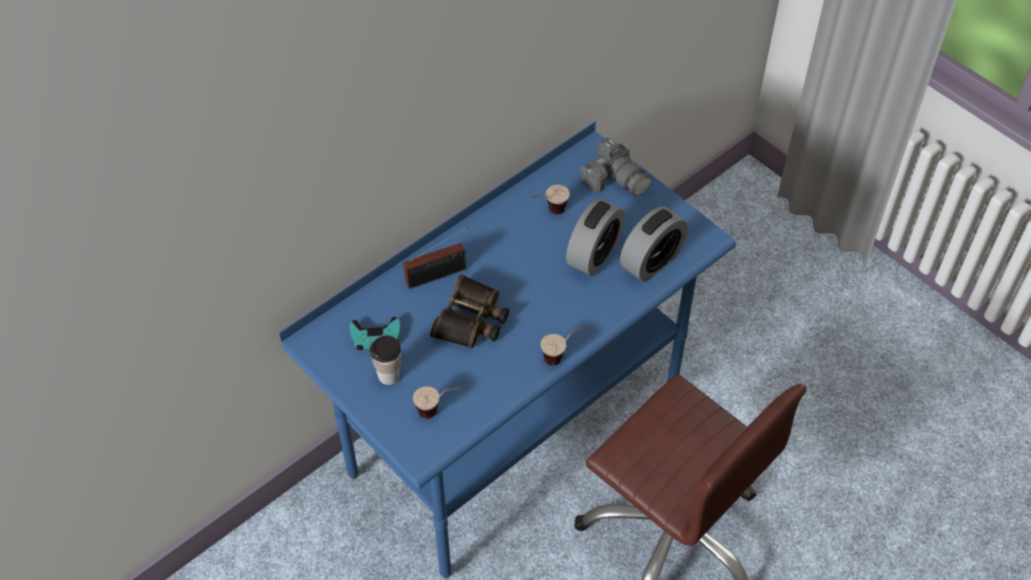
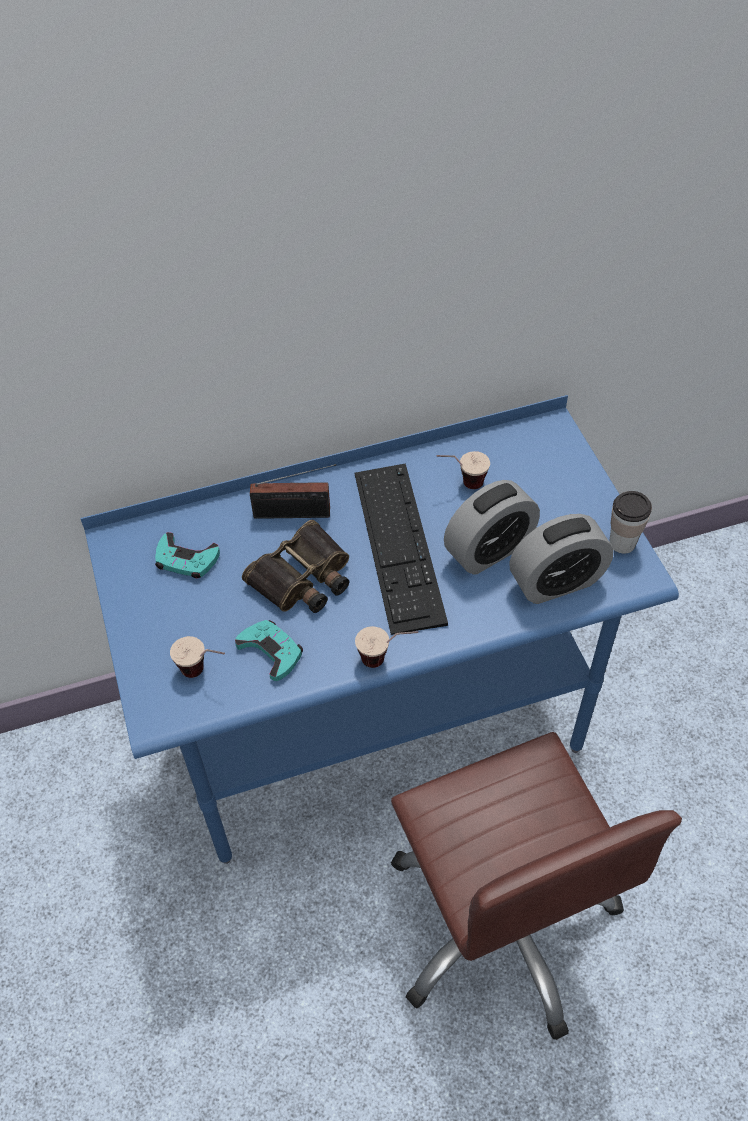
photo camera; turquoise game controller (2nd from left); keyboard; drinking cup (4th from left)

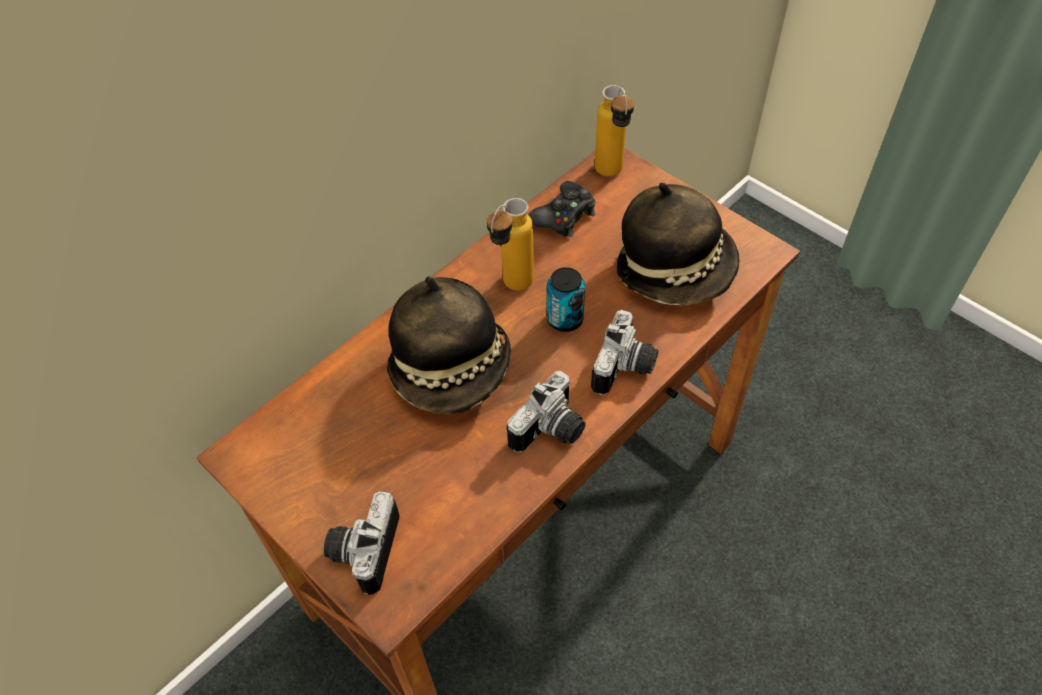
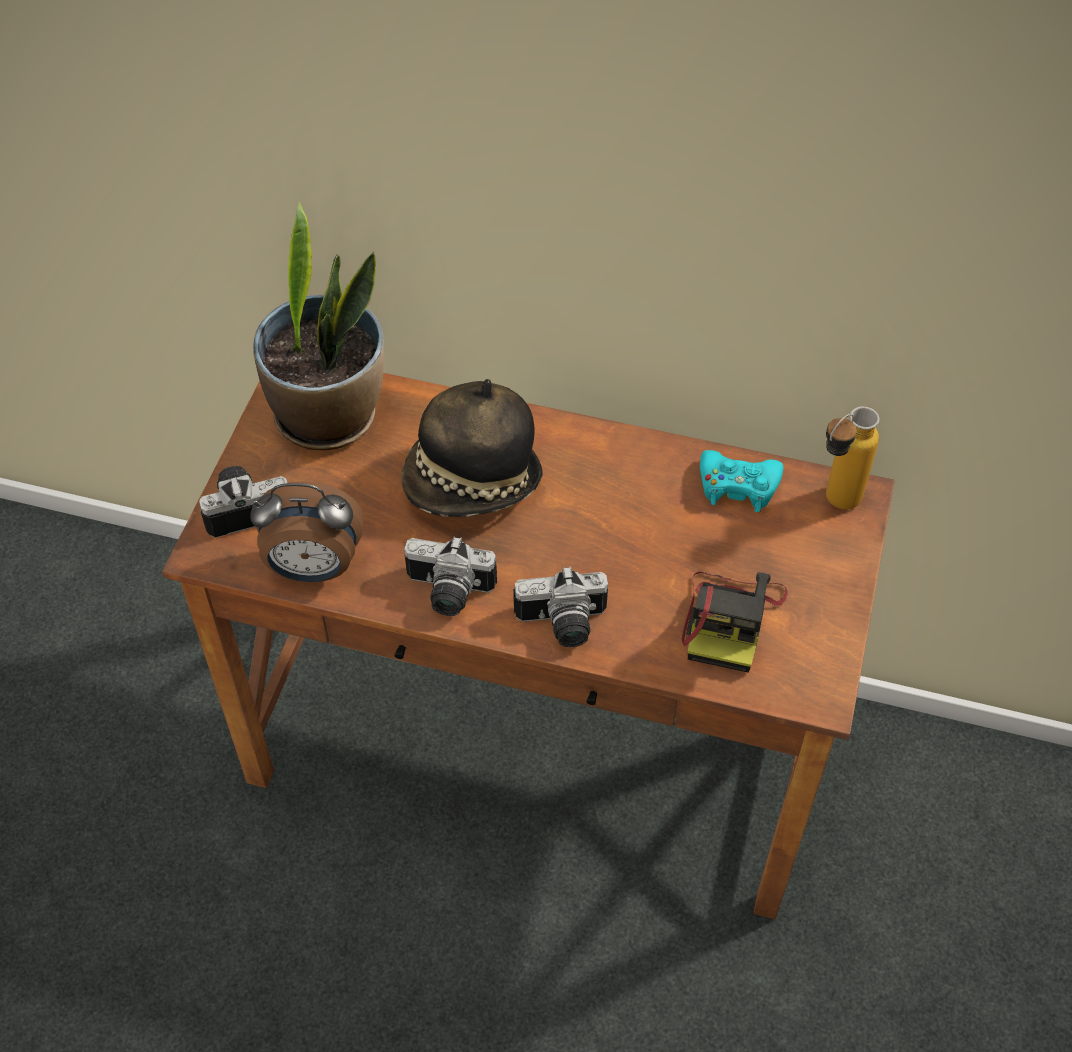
beverage bottle (1st from left in the first image); can; table clock; plant in a pot; photo camera (4th from left); turquoise game controller

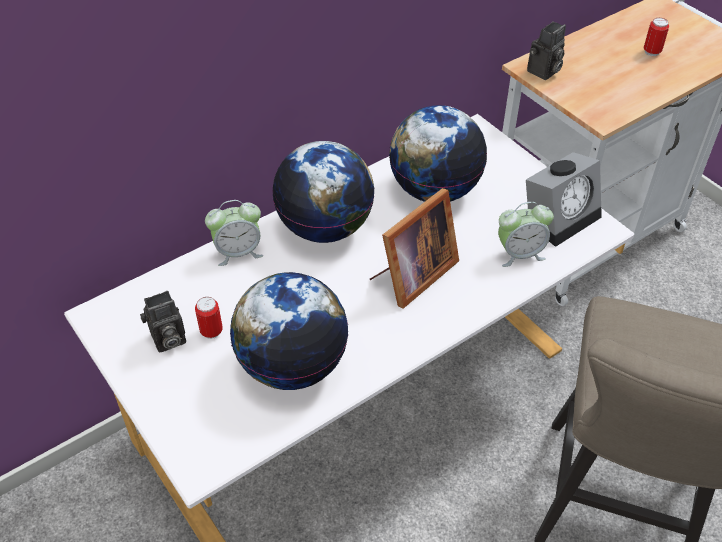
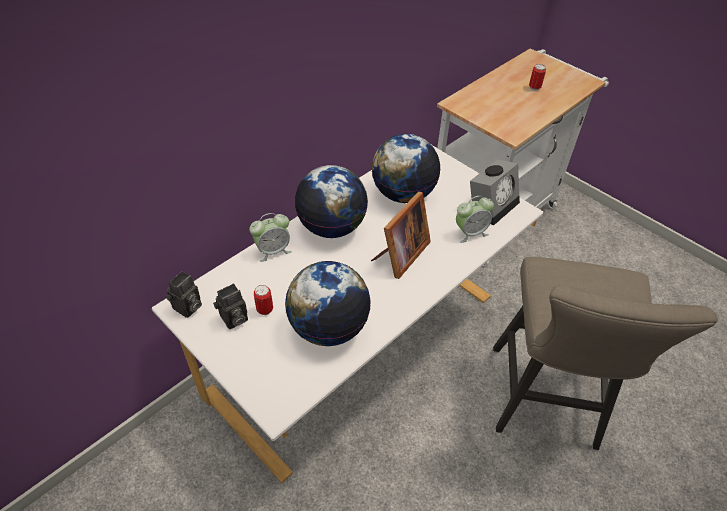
photo camera (1st from left)

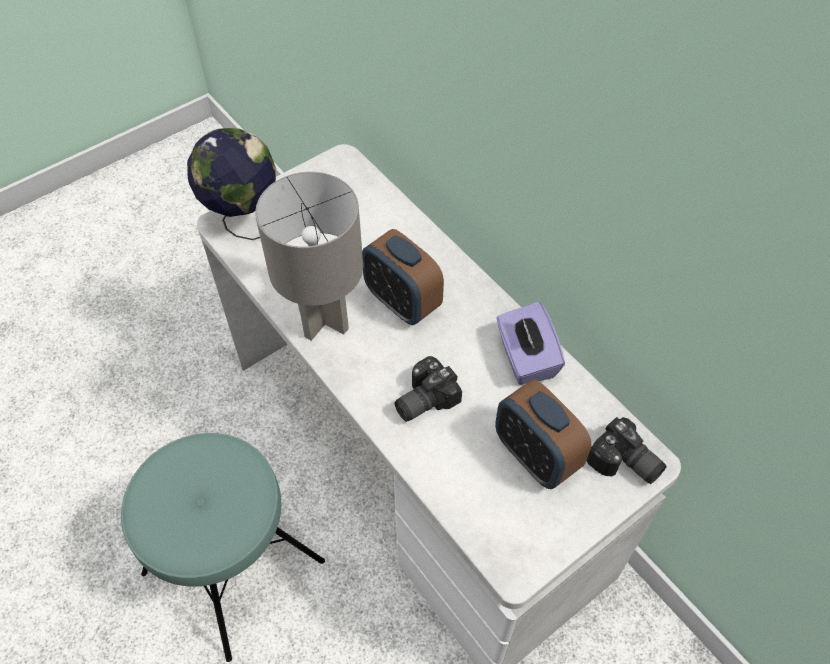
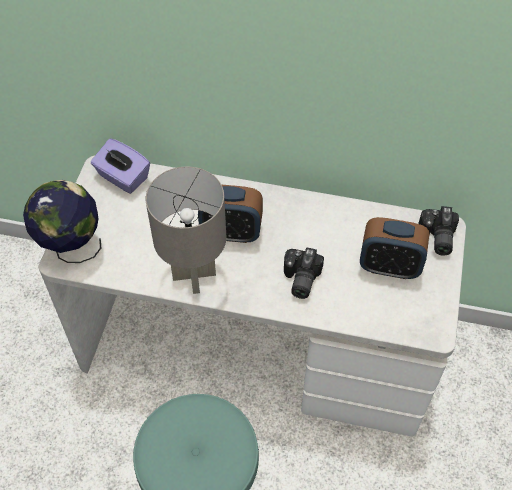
purple-coloured tissue box; photo camera (2nd from left)

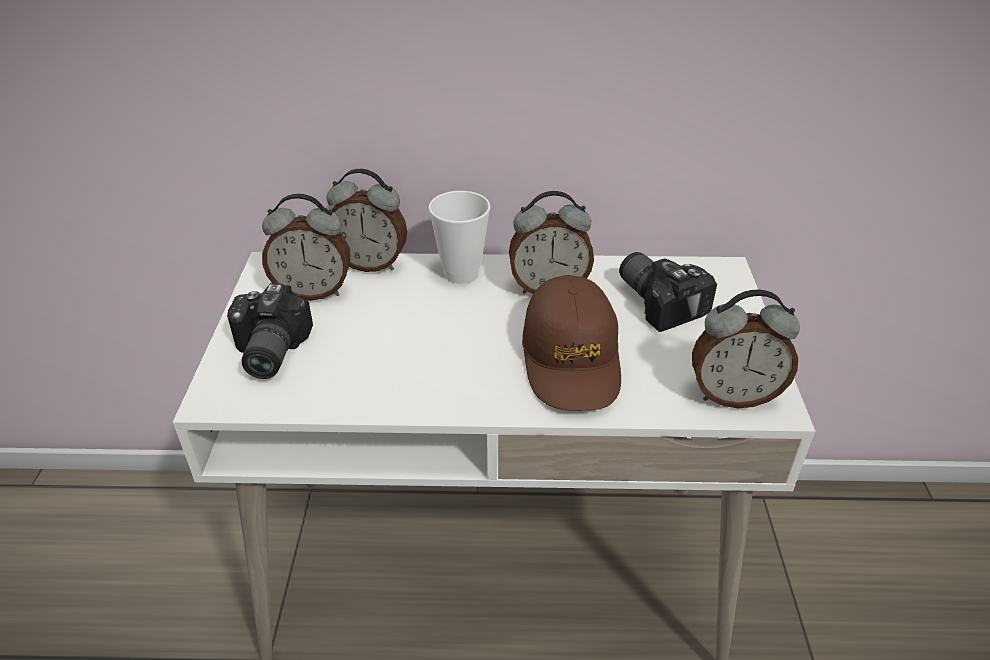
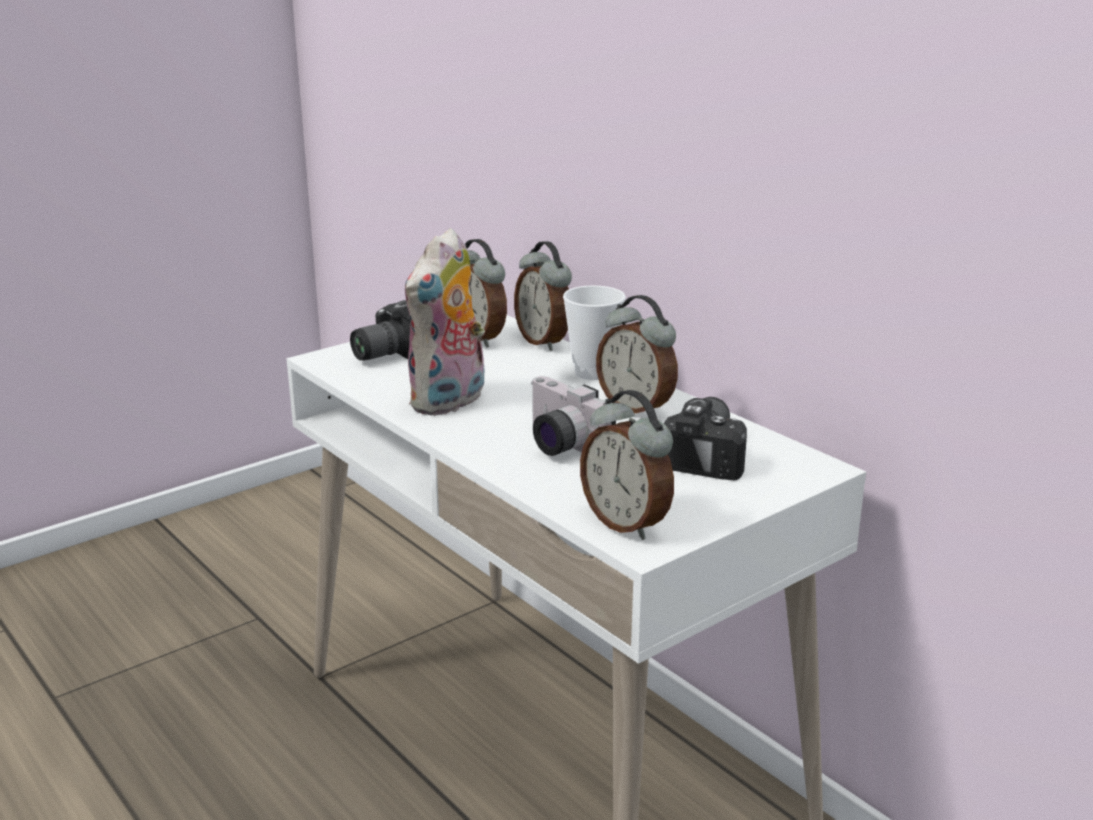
cuddly toy; photo camera (2nd from left)

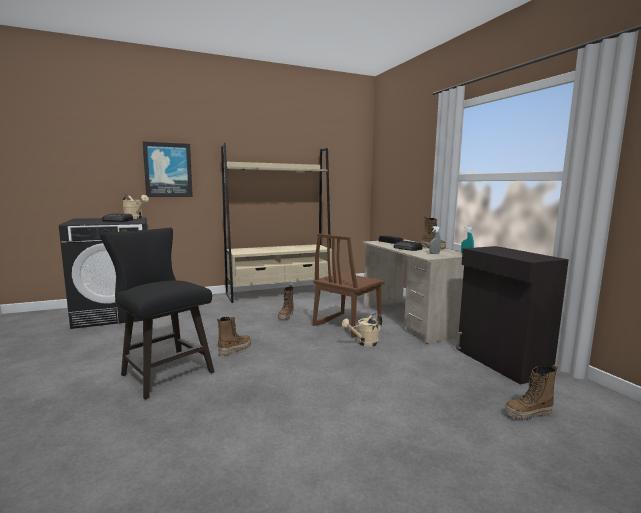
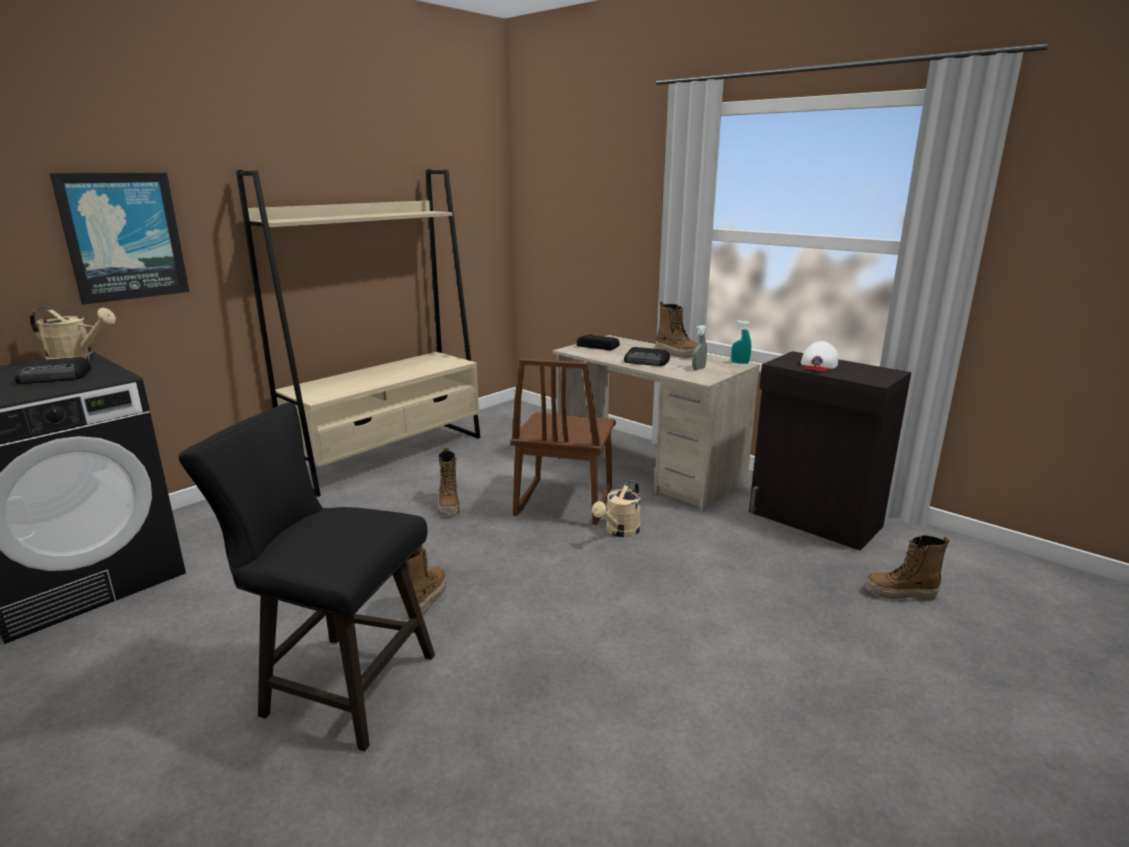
white baseball cap; boot (4th from left)

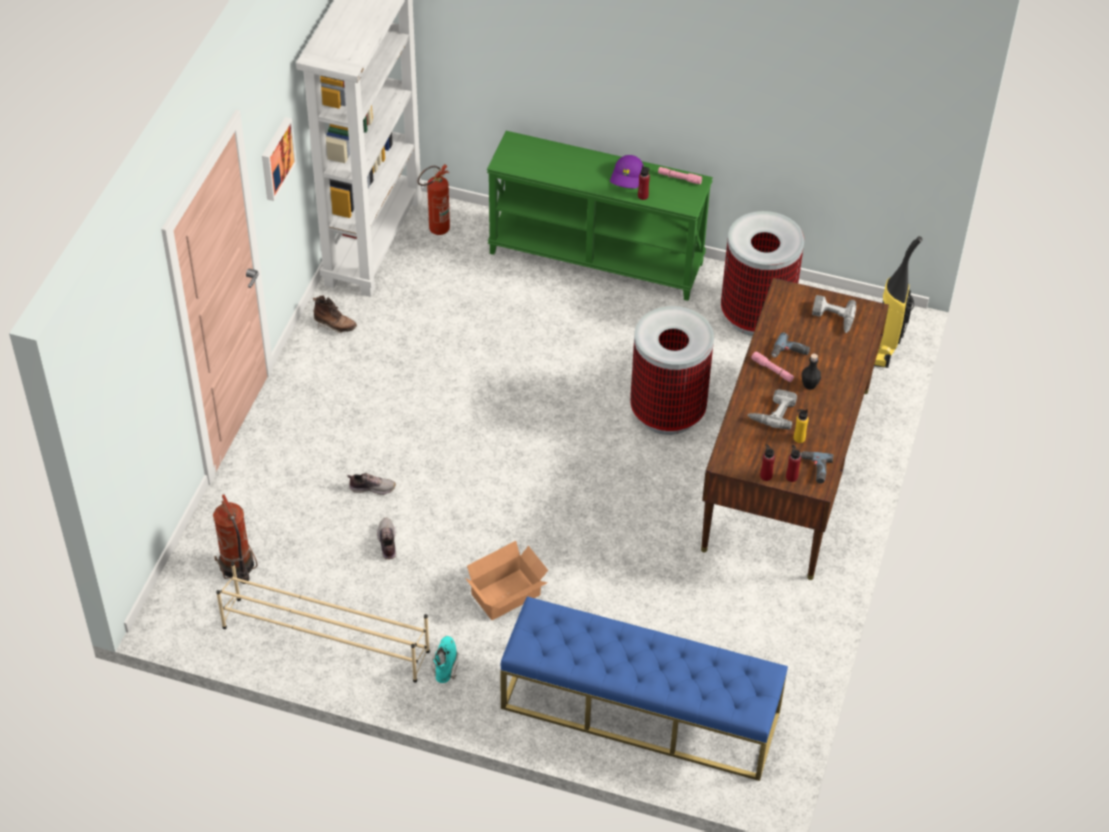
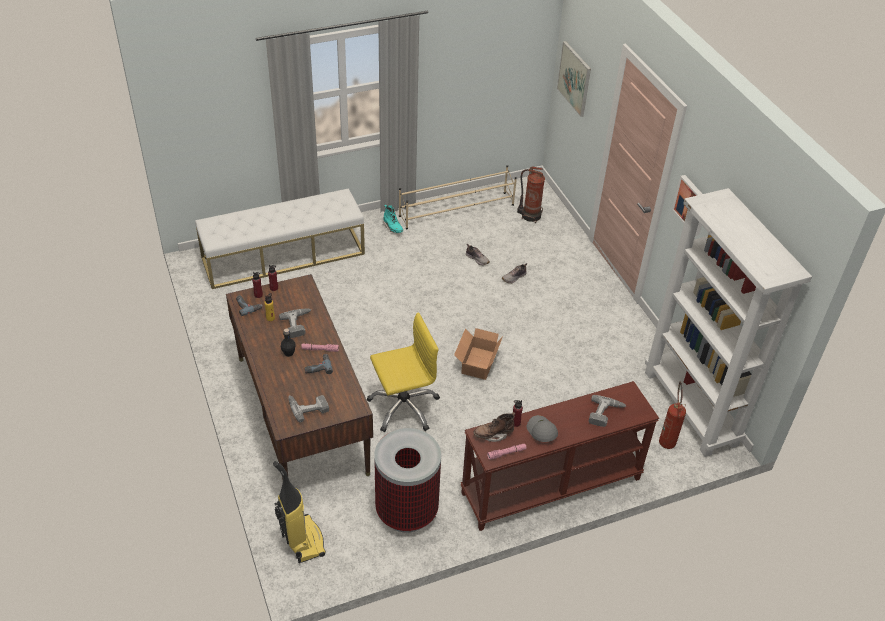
picture (1st from left); power drill (5th from left); brown-coloured boot; cardboard box; yellow-coloured computer chair; brown-coloured console table; white bench; greyish baseball cap

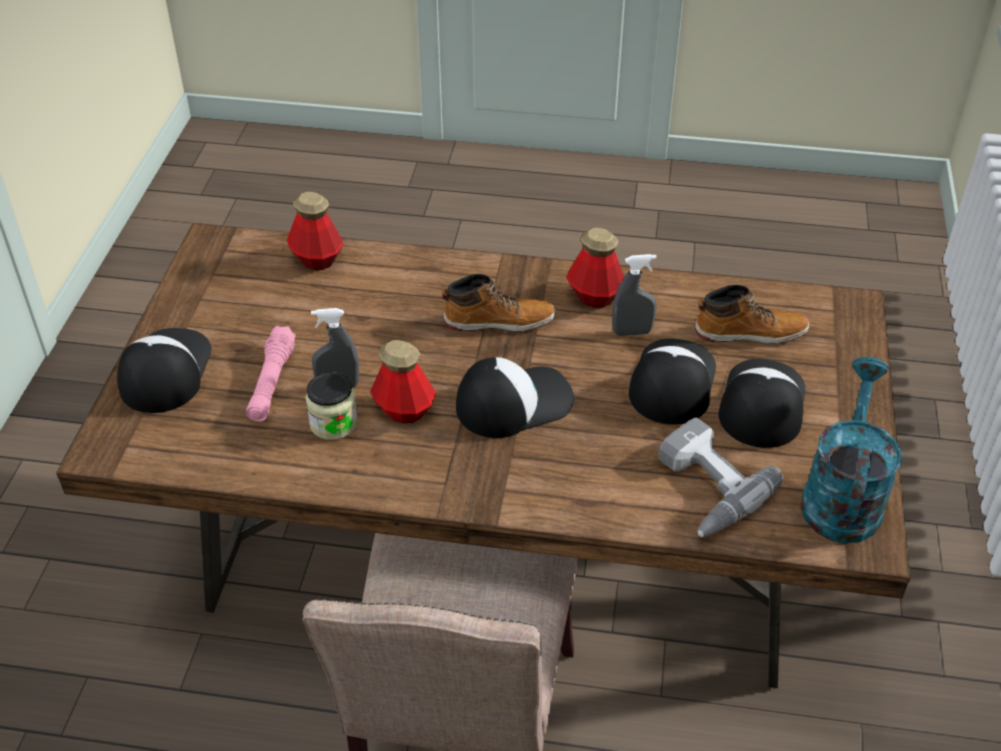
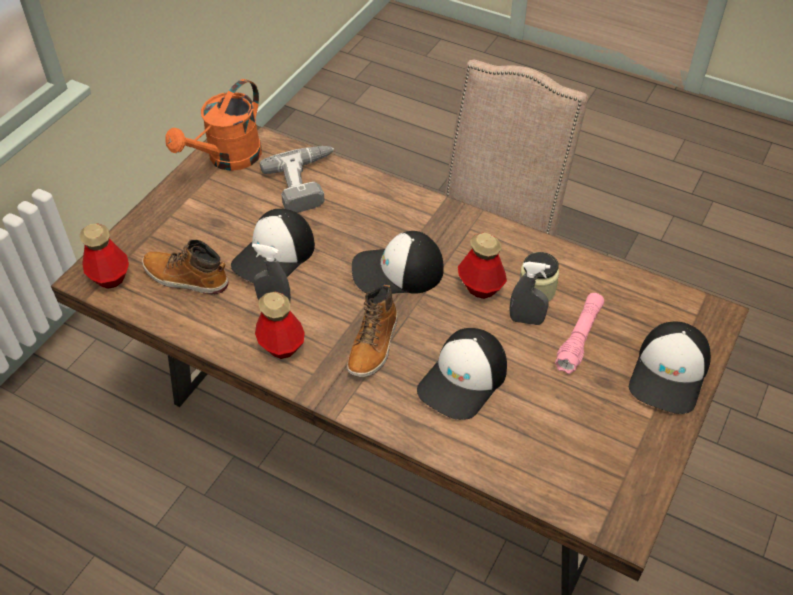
beverage bottle (1st from left); baseball cap (3rd from left); orange-coloured watering can; boot (2nd from left)

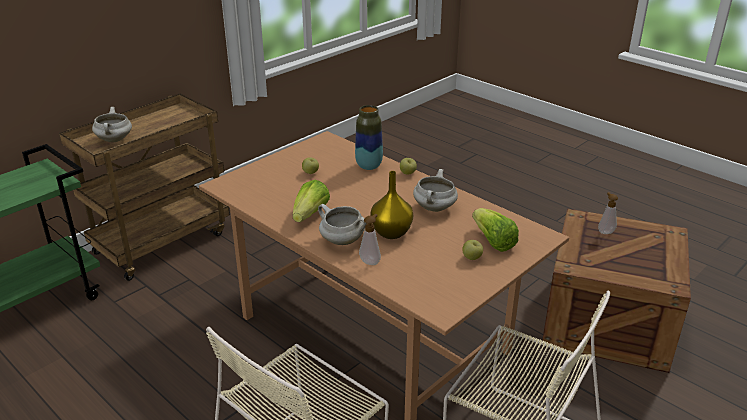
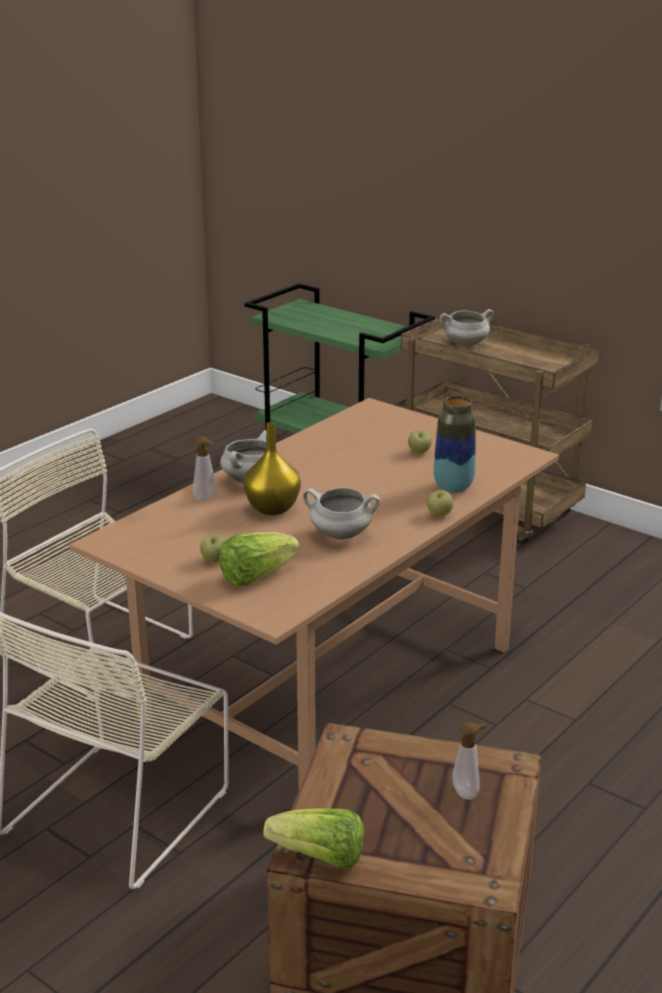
lettuce head (2nd from left)

